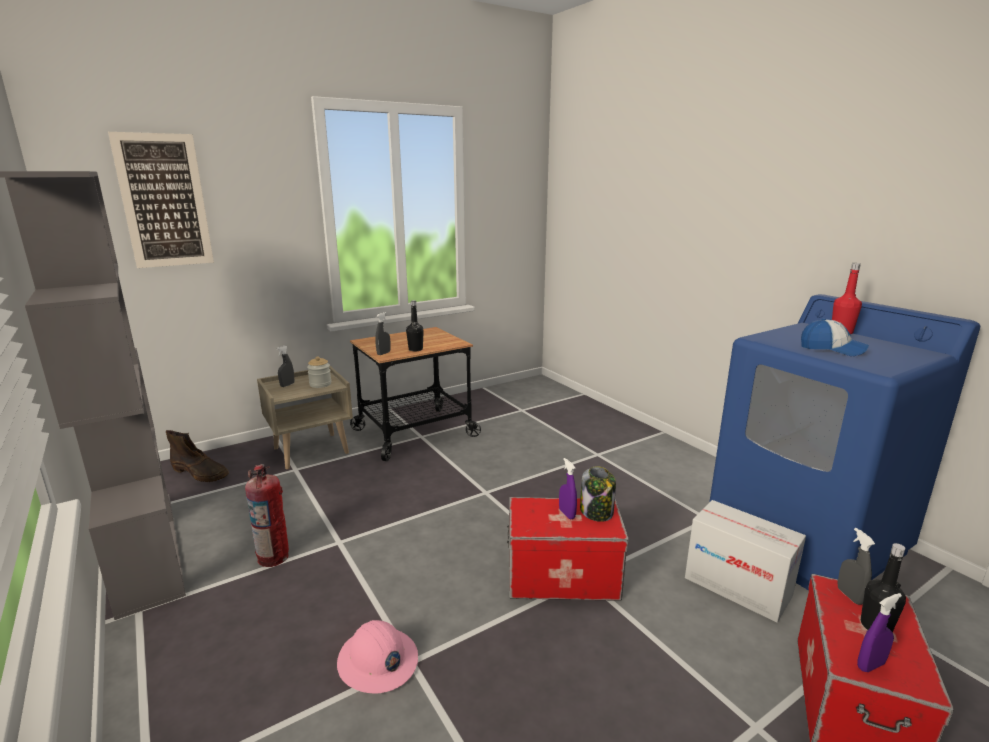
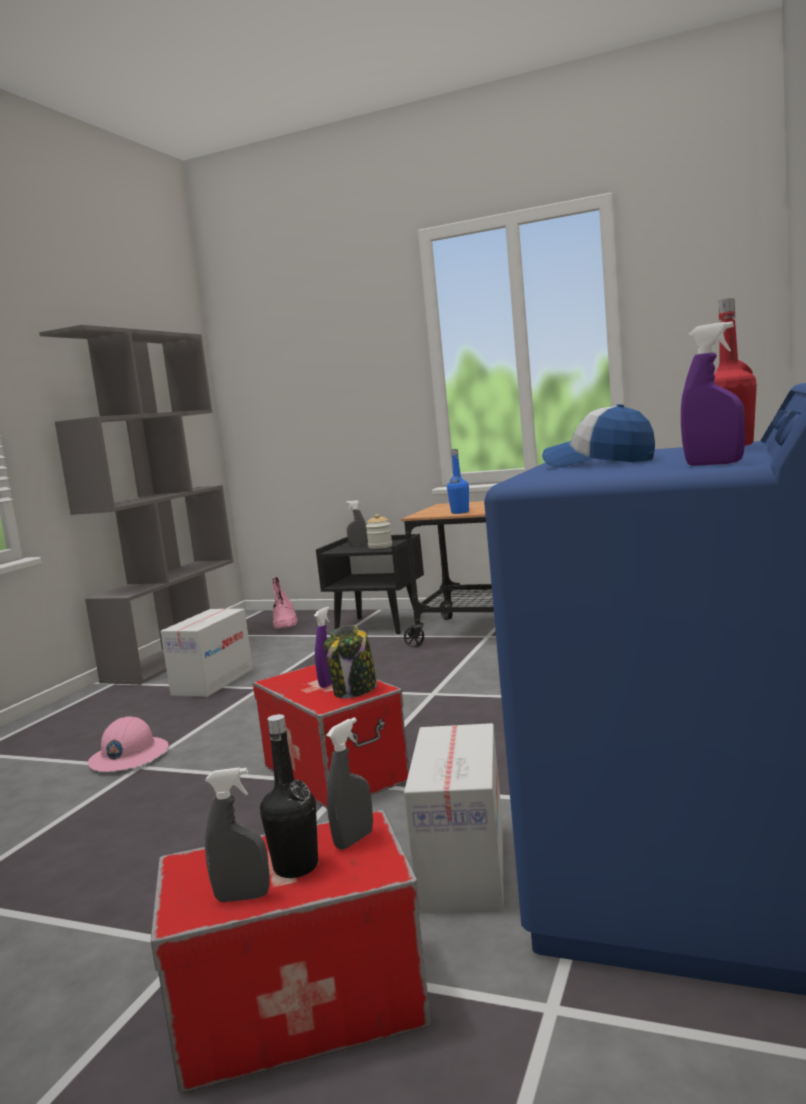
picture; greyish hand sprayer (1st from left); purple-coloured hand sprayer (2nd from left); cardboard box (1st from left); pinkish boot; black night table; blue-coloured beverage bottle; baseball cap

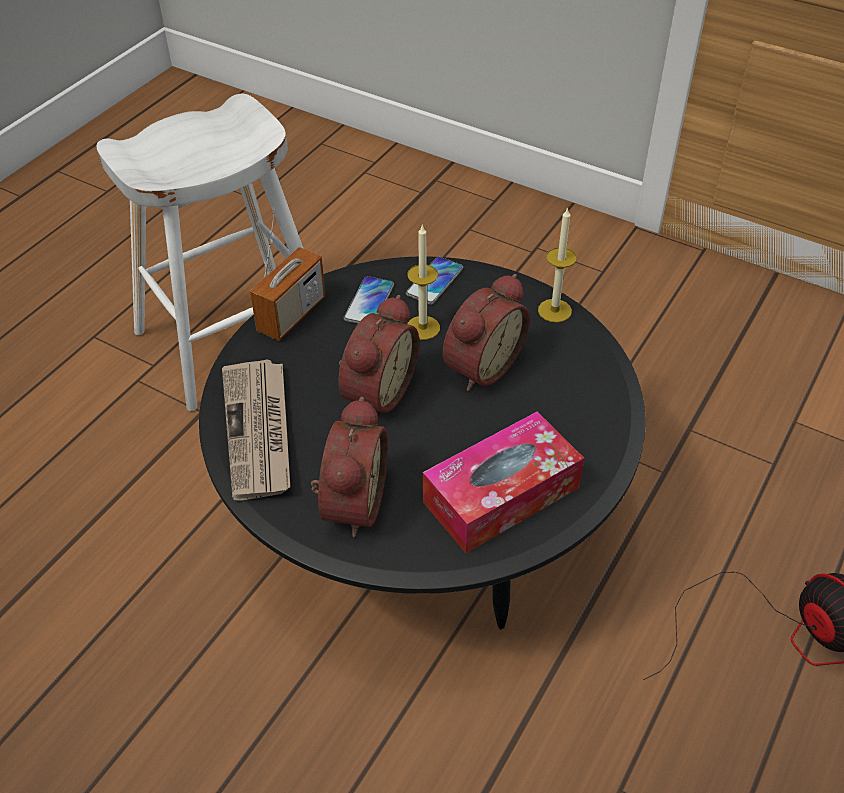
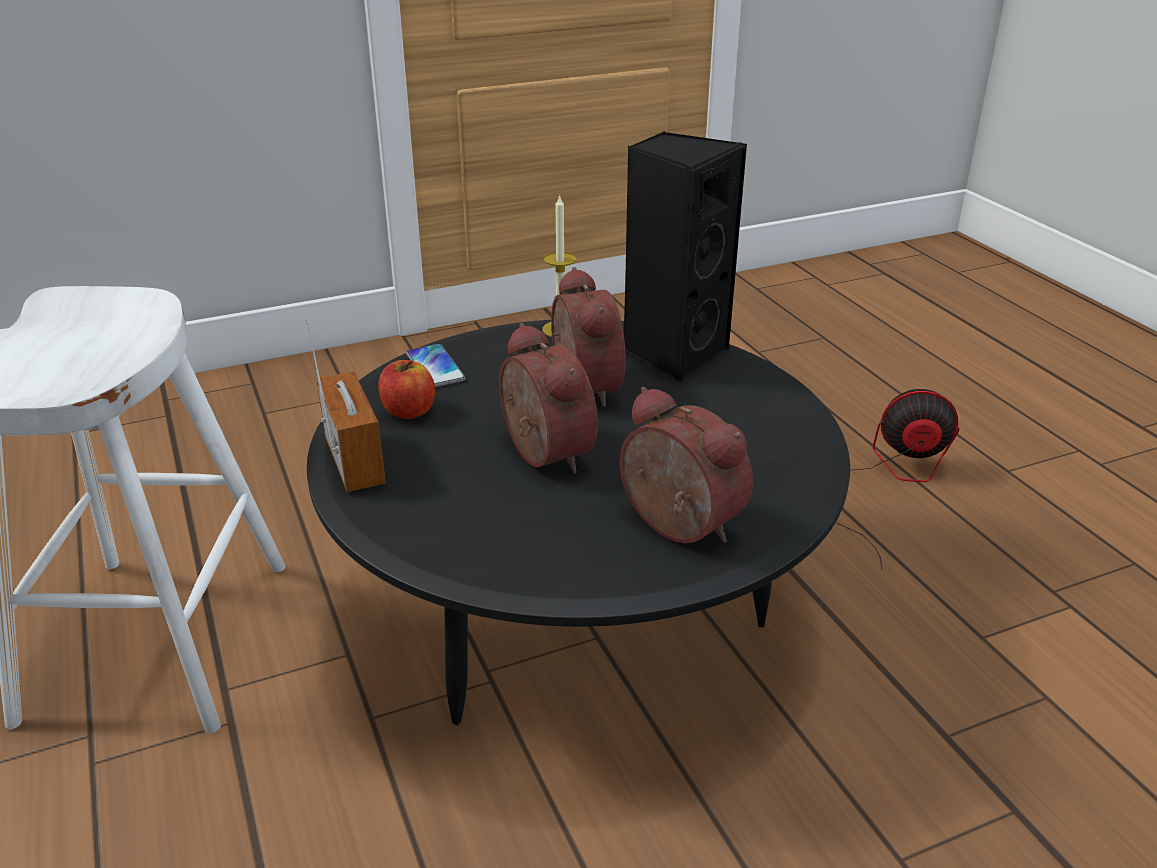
printed paper; candle (1st from left in the first image); tissue box; black speaker; apple

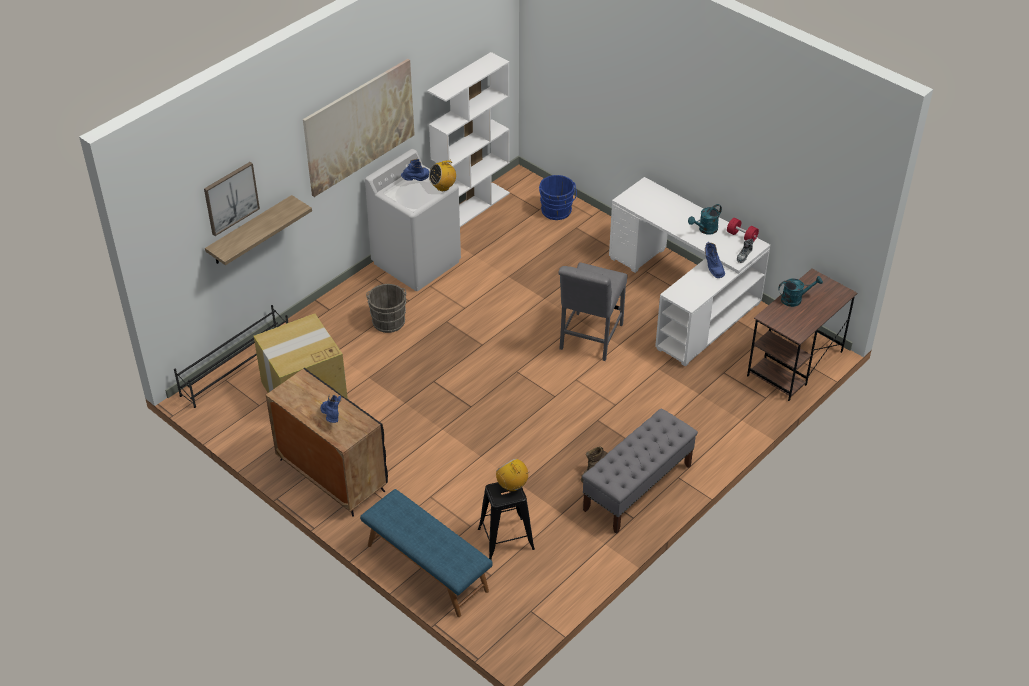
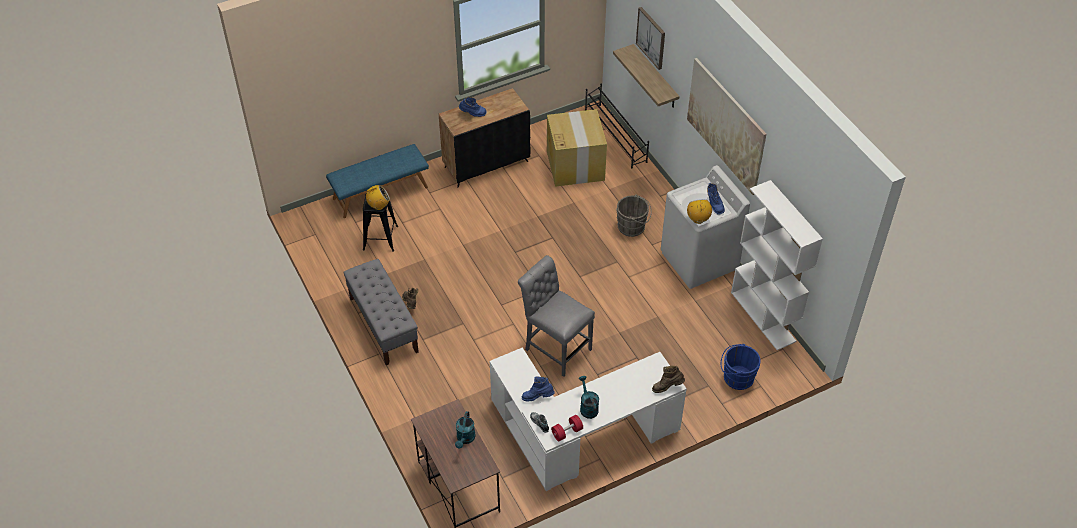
brown-coloured boot (2nd from left)

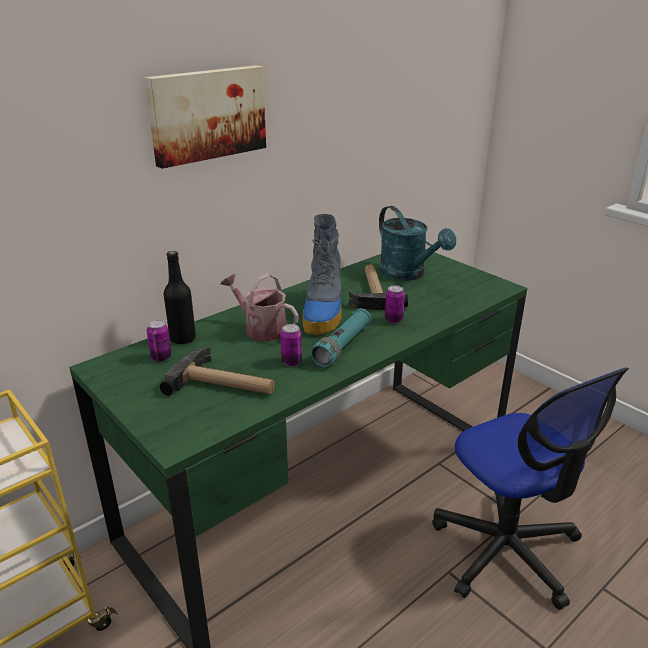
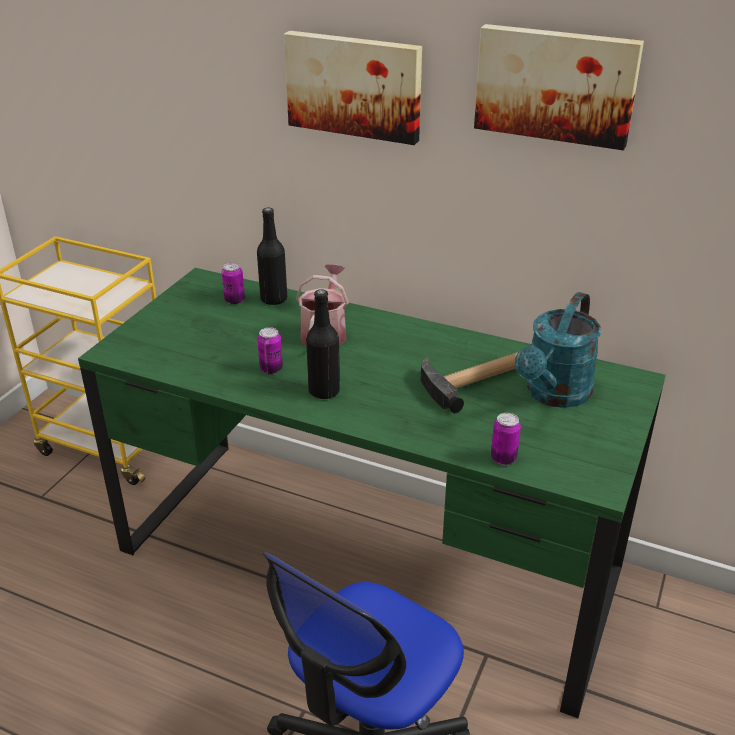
hand hammer (1st from left in the first image); boot; picture (2nd from left); can (3rd from left); black beverage bottle (2nd from left)

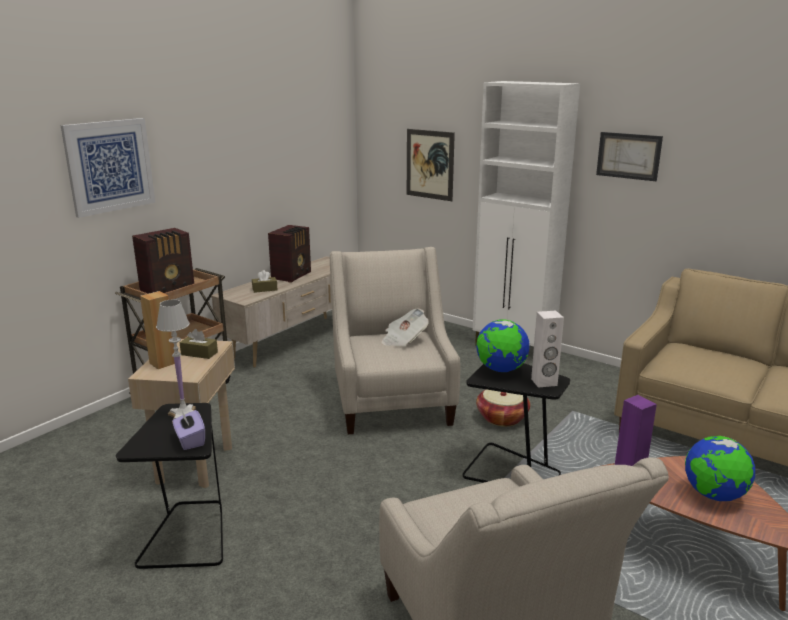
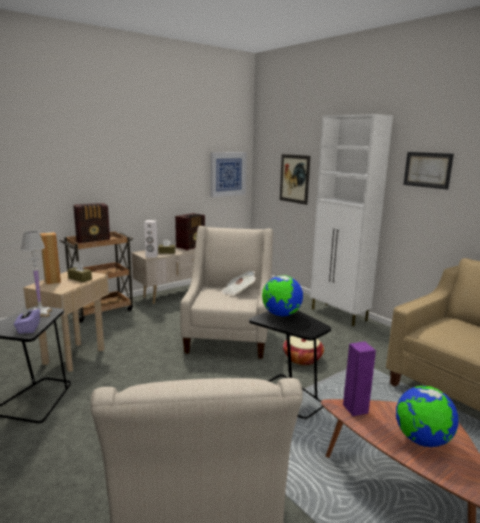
picture (1st from left); white speaker

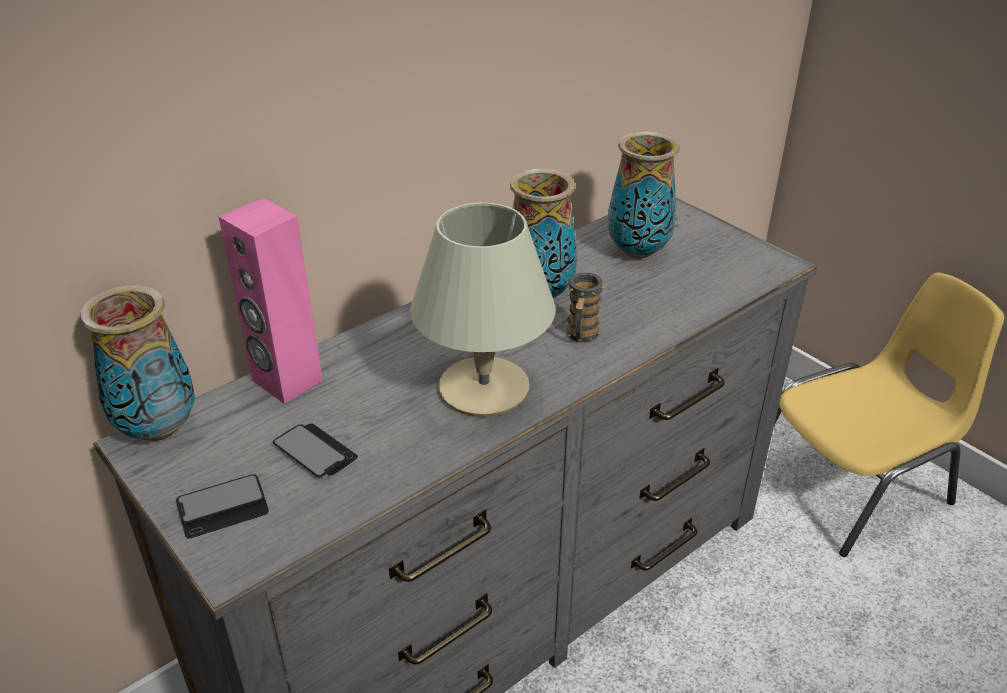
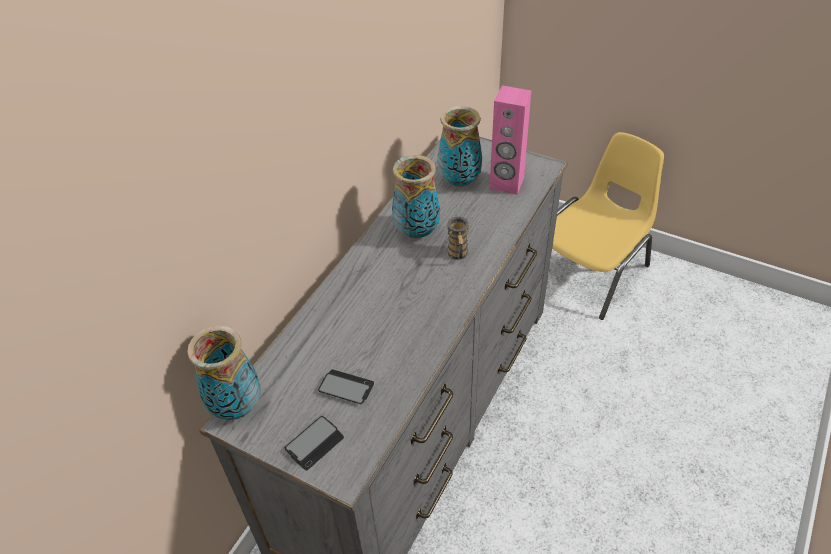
sand-coloured lamp for a table; pinkish speaker

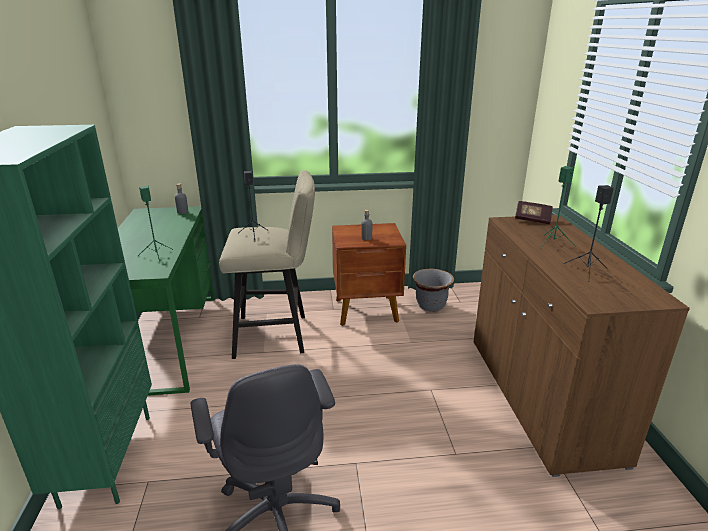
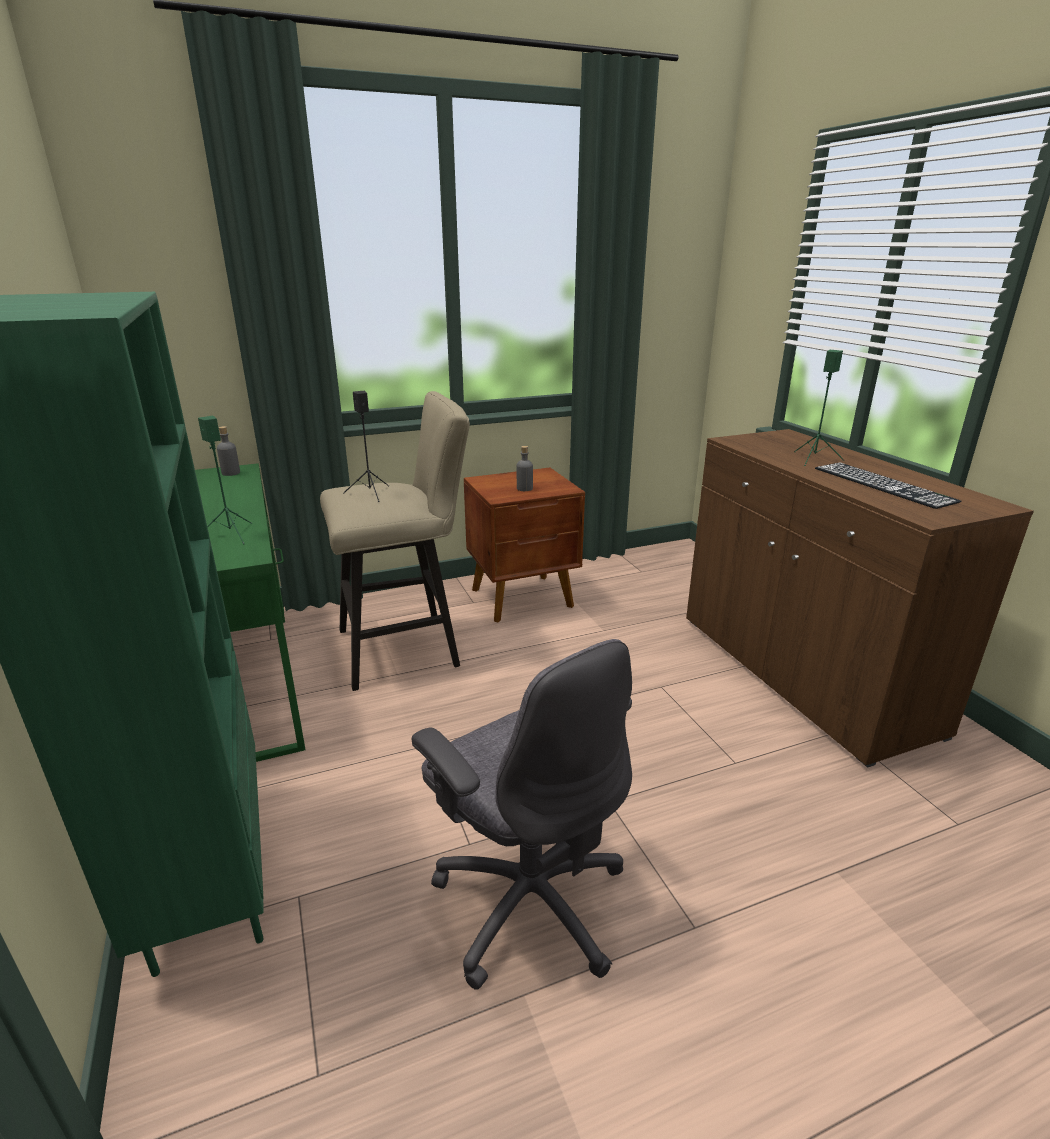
greyish flower pot; bound book; keyboard

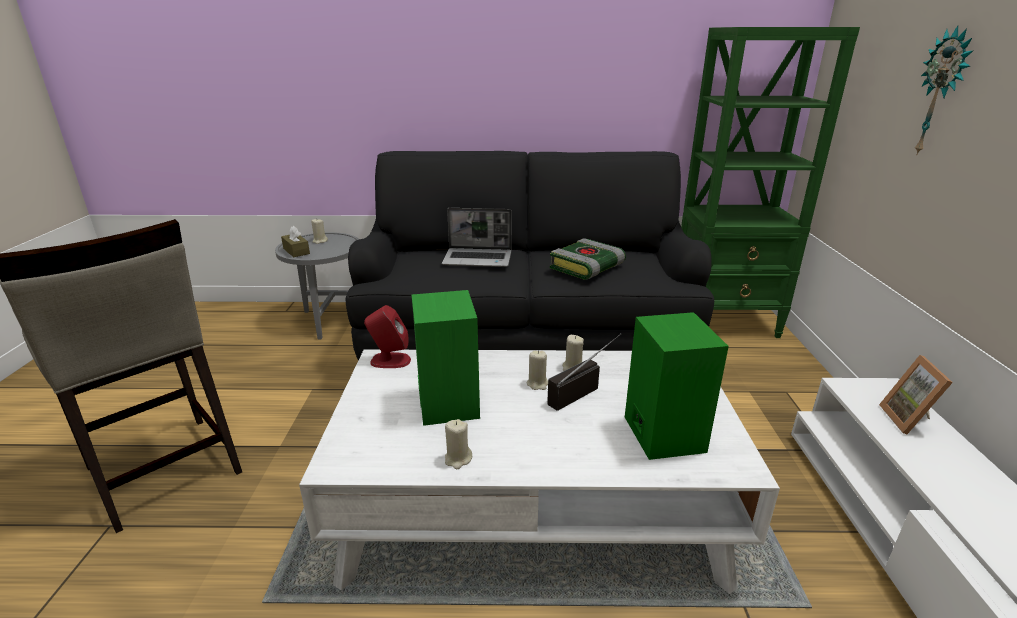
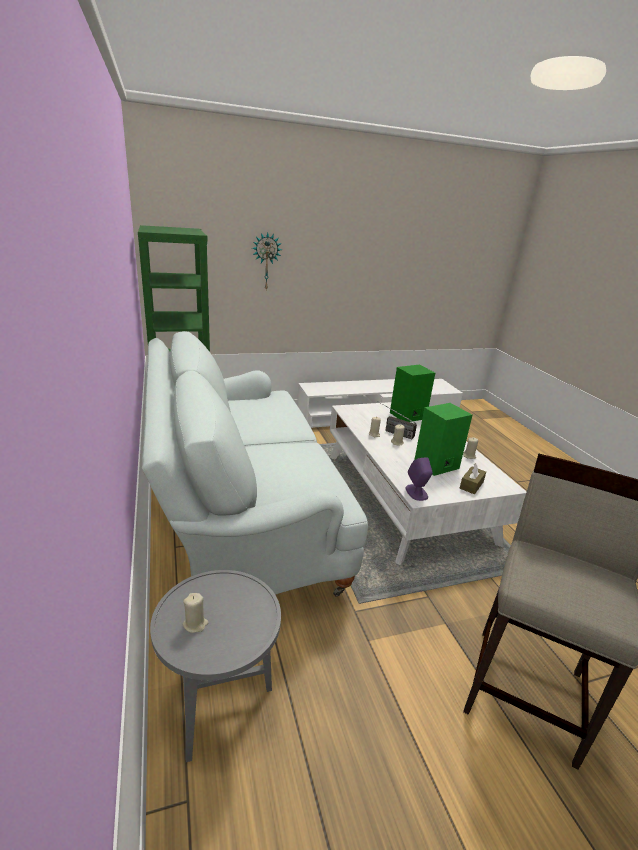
portable computer; bound book; standing frame; brown-coloured tissue box; white settee; purple-coloured speaker

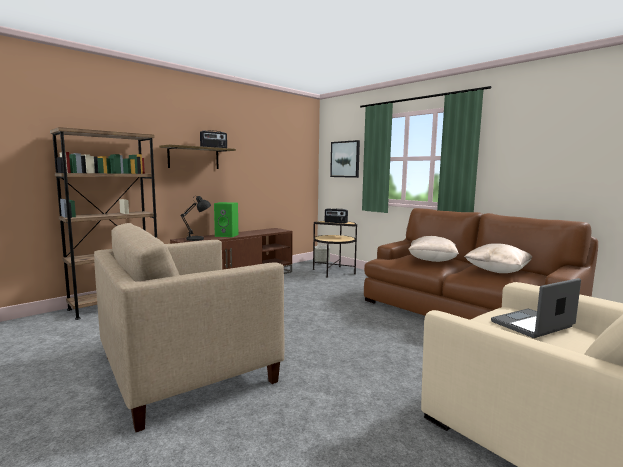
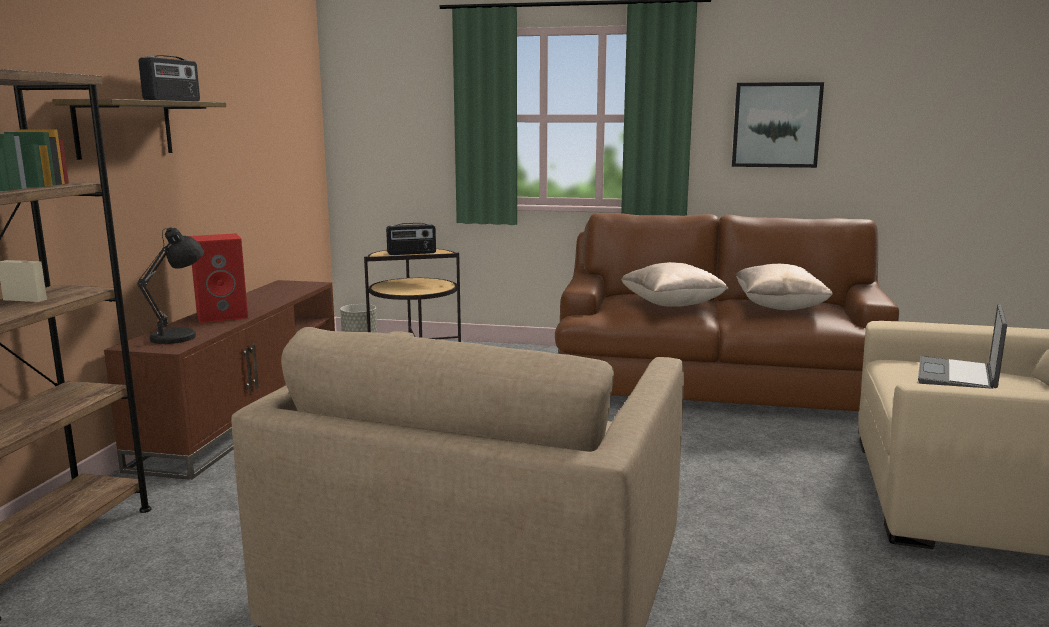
picture; red speaker

